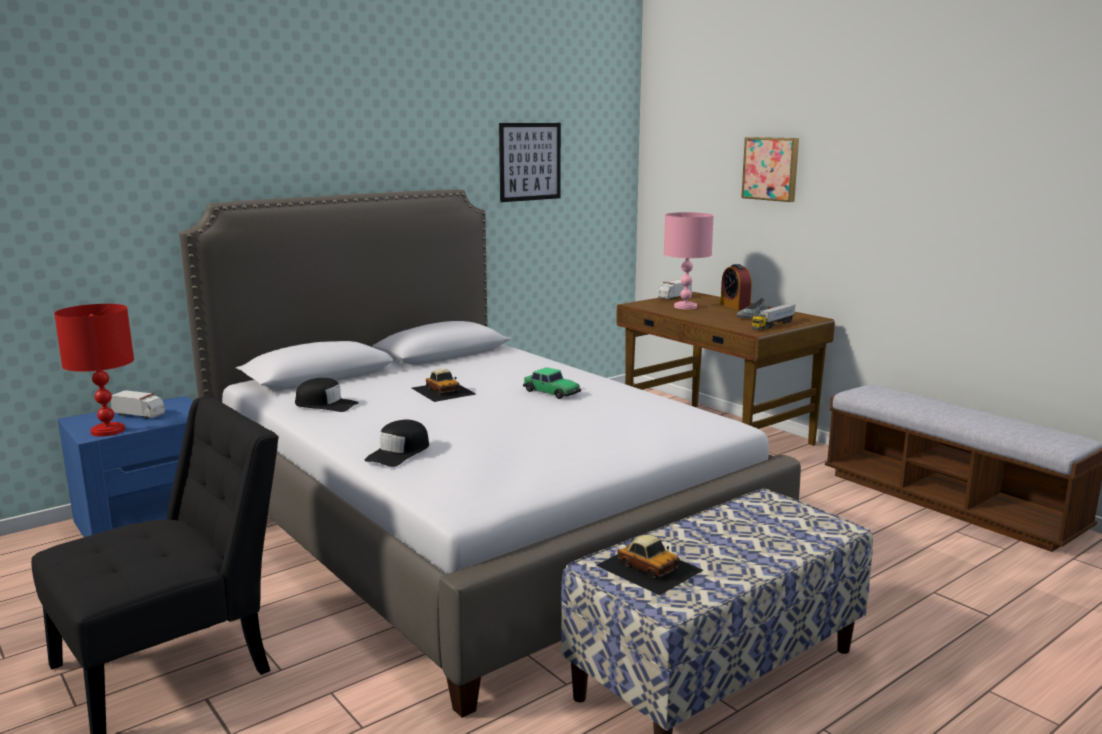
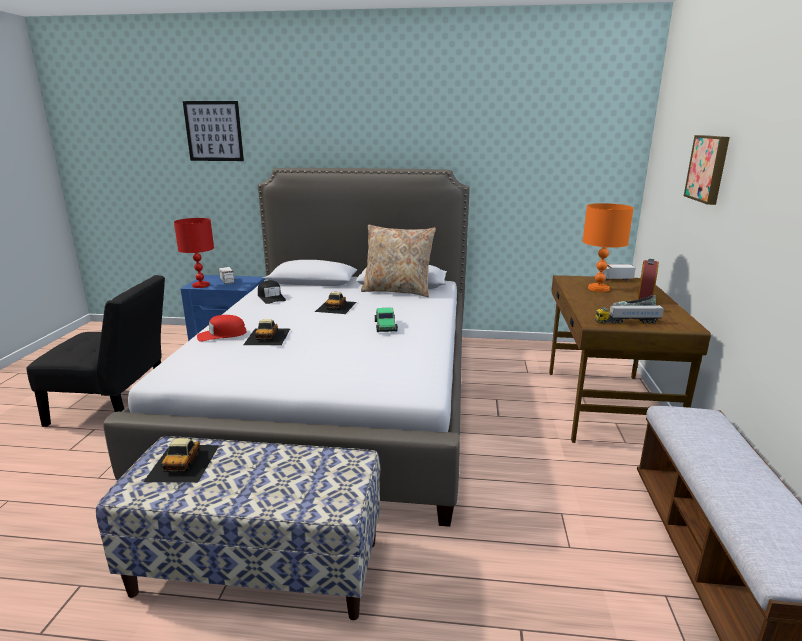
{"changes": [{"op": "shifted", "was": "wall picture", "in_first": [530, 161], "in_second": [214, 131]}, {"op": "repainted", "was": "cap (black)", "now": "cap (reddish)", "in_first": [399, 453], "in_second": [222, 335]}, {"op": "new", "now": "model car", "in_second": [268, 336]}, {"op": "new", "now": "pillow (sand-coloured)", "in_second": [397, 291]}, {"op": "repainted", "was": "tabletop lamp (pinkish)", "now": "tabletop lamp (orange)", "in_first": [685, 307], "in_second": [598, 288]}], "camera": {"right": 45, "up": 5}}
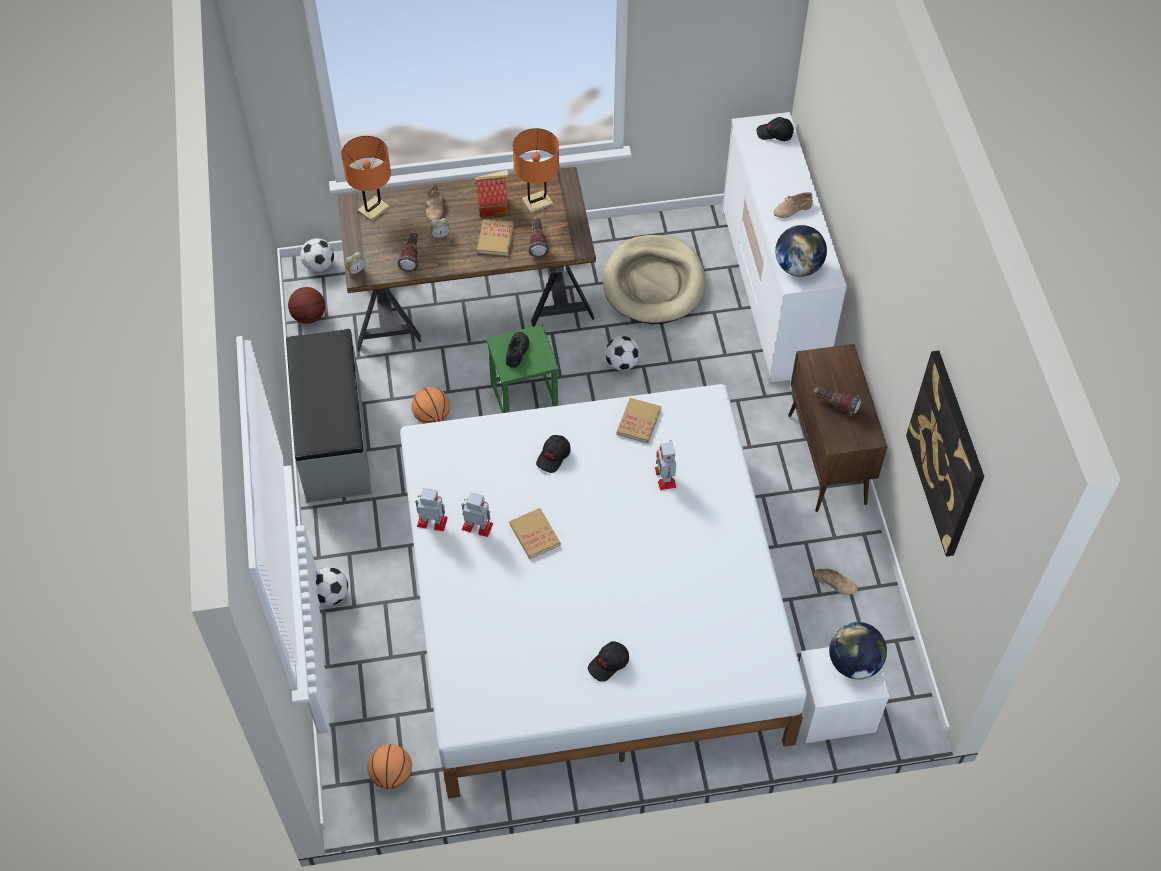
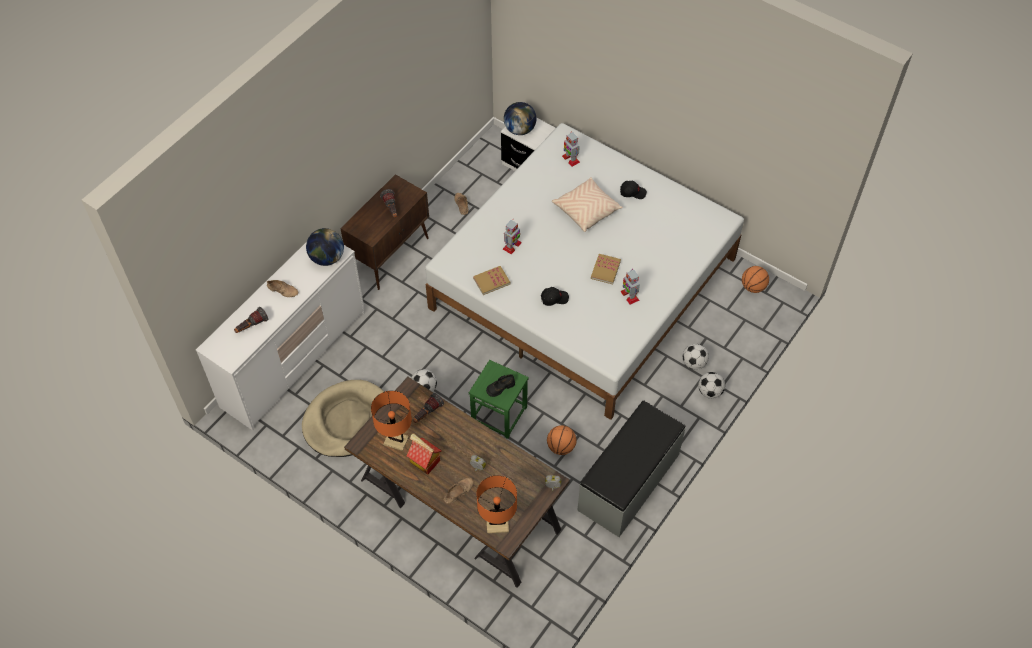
{"changes": [{"op": "shifted", "was": "torch", "in_first": [411, 256], "in_second": [251, 326]}, {"op": "new", "now": "pillow (sand-coloured)", "in_second": [586, 210]}, {"op": "shifted", "was": "toy robot", "in_first": [432, 521], "in_second": [570, 159]}, {"op": "shifted", "was": "ball for football", "in_first": [319, 265], "in_second": [694, 363]}, {"op": "gone", "was": "basketball ball", "in_first": [309, 316]}, {"op": "gone", "was": "bound book", "in_first": [495, 239]}, {"op": "gone", "was": "cap (black)", "in_first": [775, 134]}, {"op": "gone", "was": "wall picture", "in_first": [947, 454]}], "camera": {"right": -135, "up": 0}}
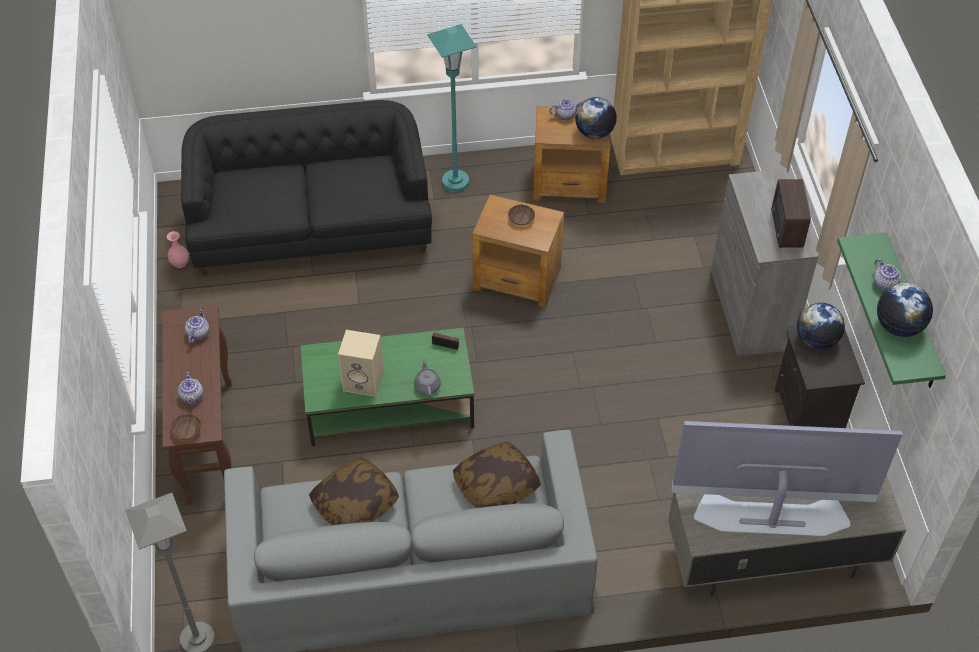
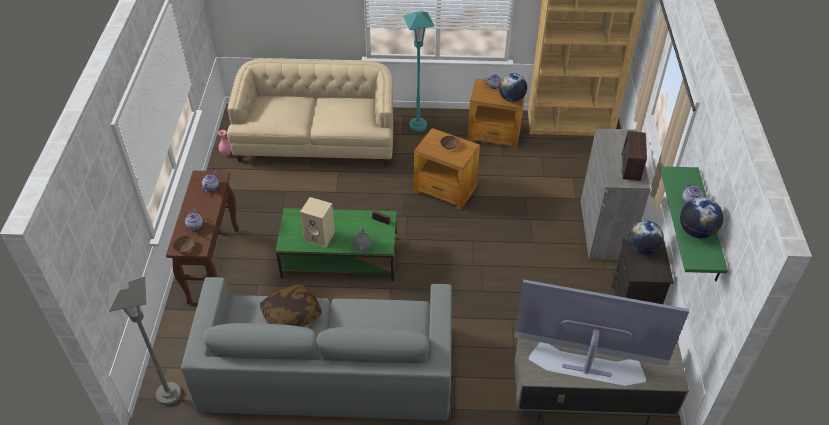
{"changes": [{"op": "repainted", "was": "couch (black)", "now": "couch (sand-coloured)", "in_first": [311, 225], "in_second": [317, 140]}, {"op": "gone", "was": "pillow", "in_first": [496, 485]}], "camera": {"right": 10, "up": -5}}
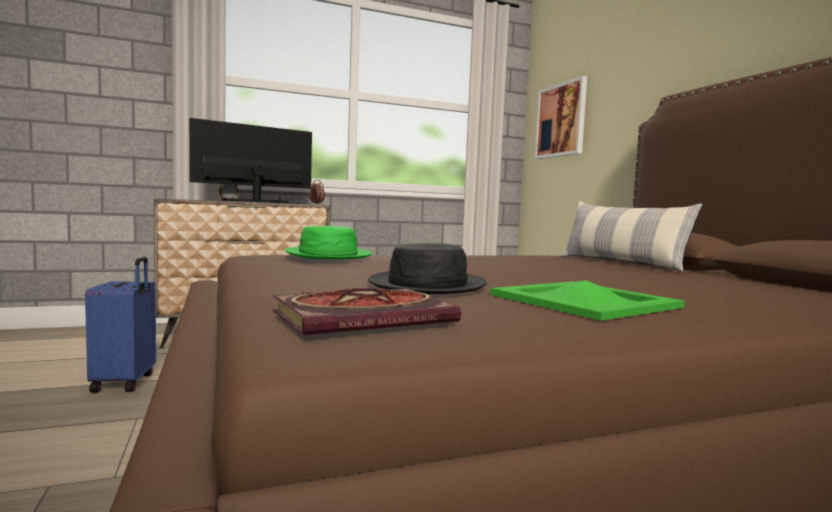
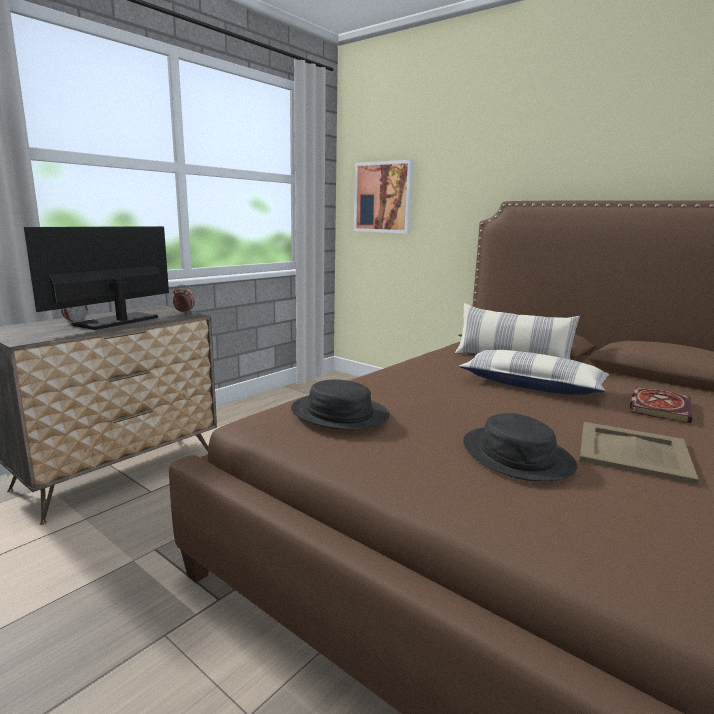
{"changes": [{"op": "repainted", "was": "hat (green)", "now": "hat (black)", "in_first": [327, 255], "in_second": [339, 414]}, {"op": "new", "now": "pillow", "in_second": [531, 385]}, {"op": "repainted", "was": "carrying tray (green)", "now": "carrying tray (sand-coloured)", "in_first": [583, 300], "in_second": [632, 451]}, {"op": "shifted", "was": "bound book", "in_first": [366, 317], "in_second": [658, 407]}, {"op": "gone", "was": "piece of luggage (bluish)", "in_first": [125, 382]}], "camera": {"right": -30, "up": 10}}
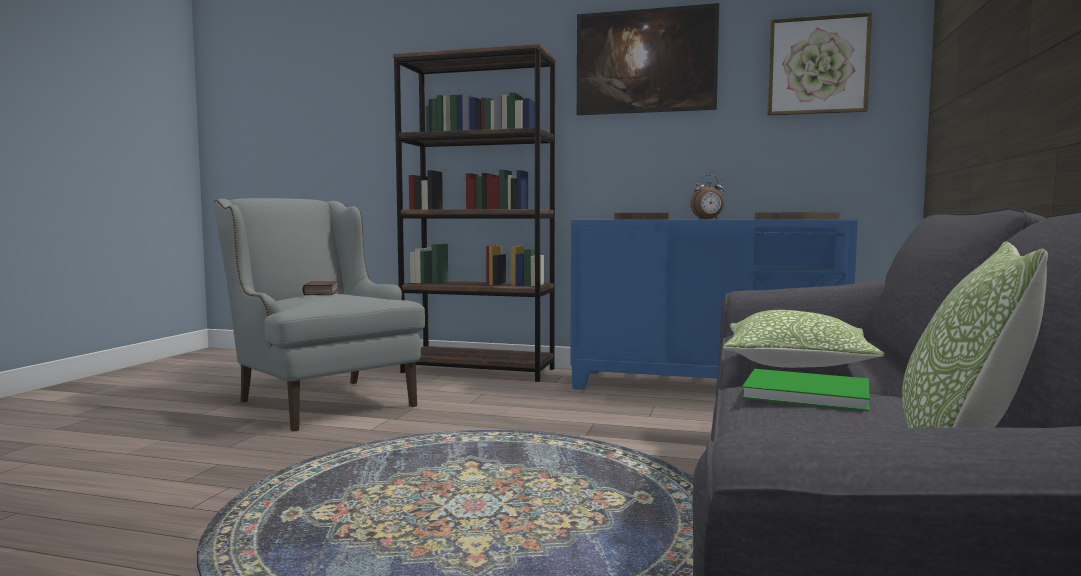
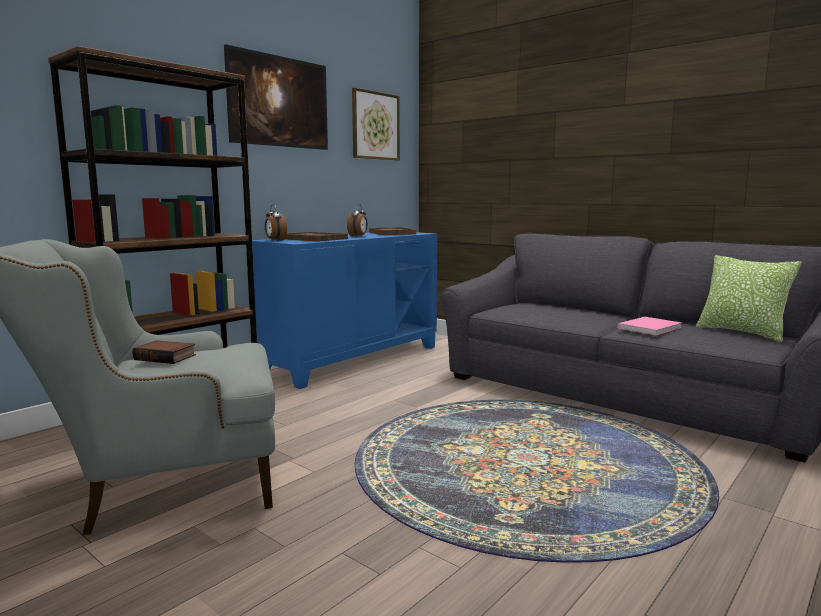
{"changes": [{"op": "new", "now": "table clock", "in_second": [275, 241]}, {"op": "repainted", "was": "bound book (green)", "now": "bound book (pinkish)", "in_first": [802, 392], "in_second": [647, 328]}, {"op": "gone", "was": "pillow", "in_first": [796, 364]}], "camera": {"right": -65, "up": 5}}
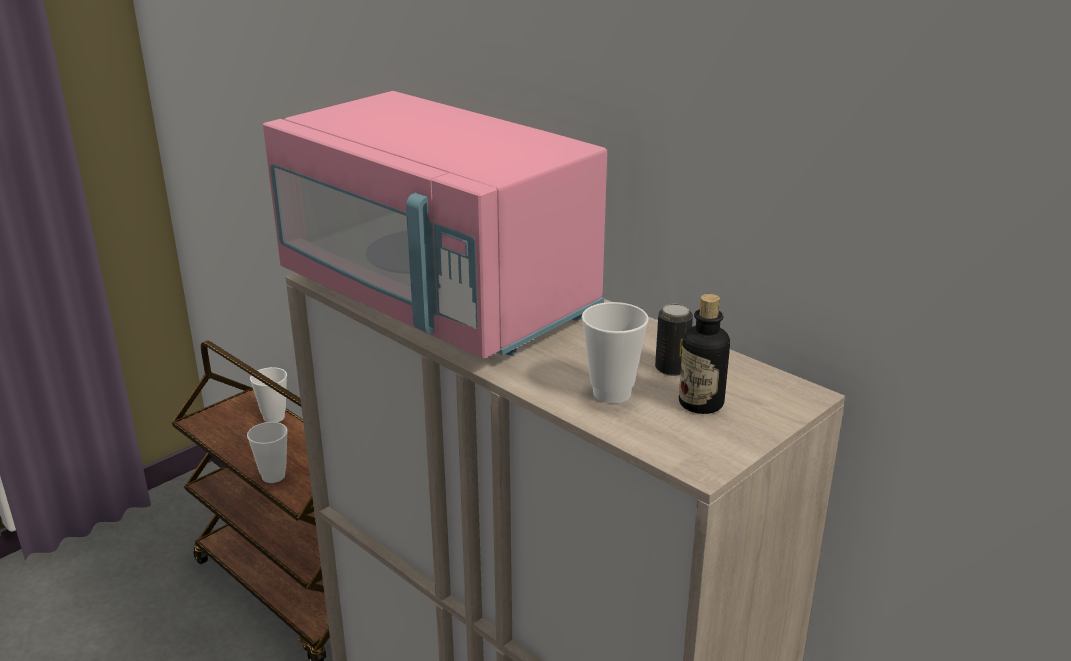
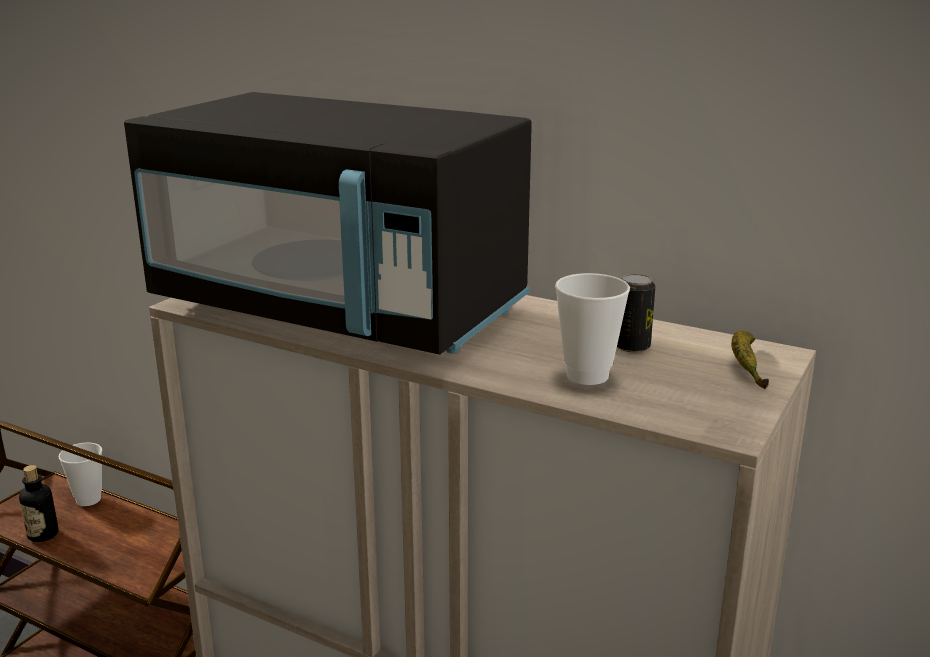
{"changes": [{"op": "shifted", "was": "beverage bottle", "in_first": [701, 403], "in_second": [43, 534]}, {"op": "repainted", "was": "microwave (pinkish)", "now": "microwave (black)", "in_first": [437, 300], "in_second": [340, 311]}, {"op": "new", "now": "whole banana", "in_second": [746, 367]}, {"op": "gone", "was": "small cup", "in_first": [273, 476]}], "camera": {"right": -15, "up": -5}}
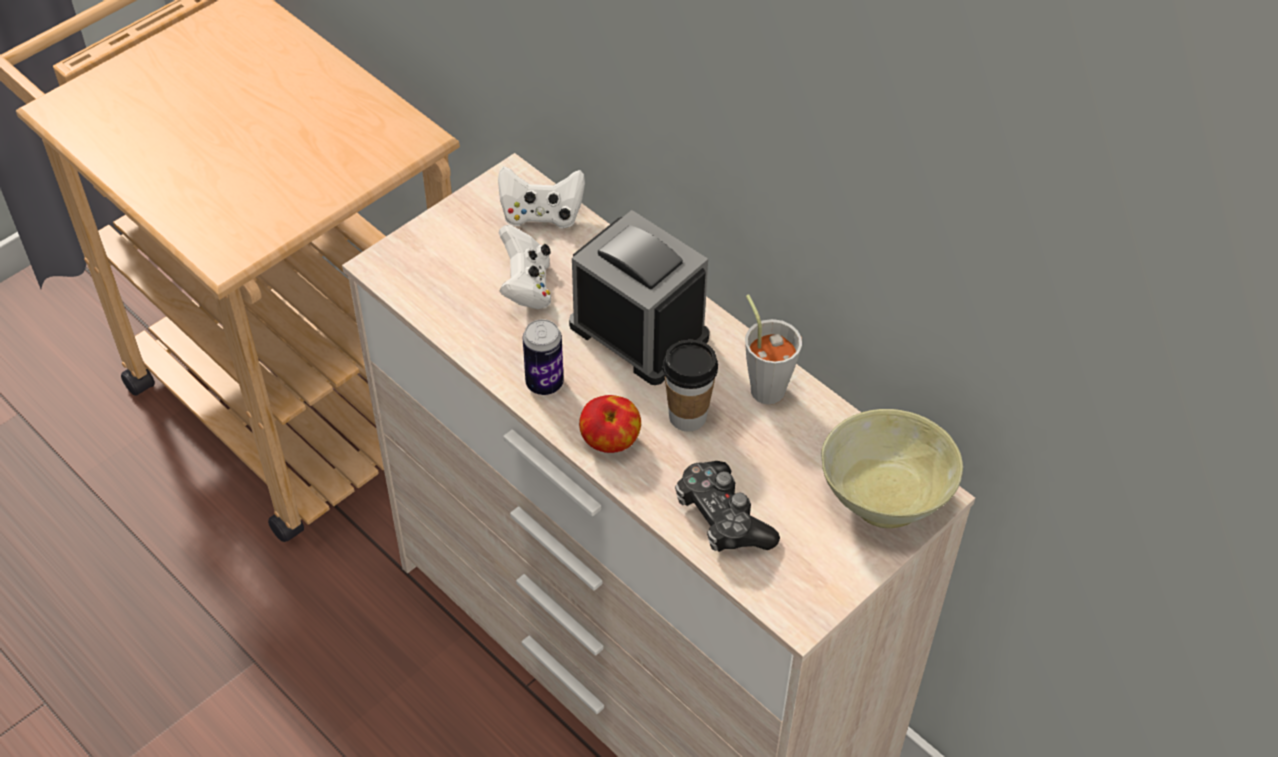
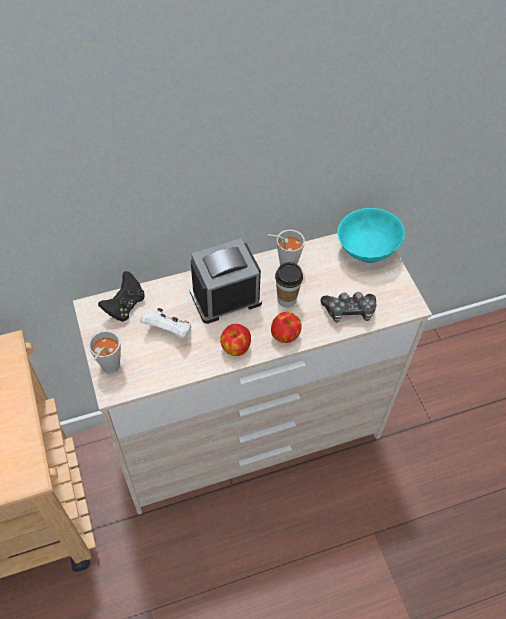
{"changes": [{"op": "new", "now": "small cup (grey)", "in_second": [108, 369]}, {"op": "repainted", "was": "joypad (white)", "now": "joypad (black)", "in_first": [541, 215], "in_second": [125, 306]}, {"op": "swapped", "was": "sealed can", "now": "apple", "in_first": [544, 383], "in_second": [235, 348]}, {"op": "repainted", "was": "deep dish (sand-coloured)", "now": "deep dish (turquoise)", "in_first": [885, 497], "in_second": [366, 250]}], "camera": {"right": -65, "up": 5}}
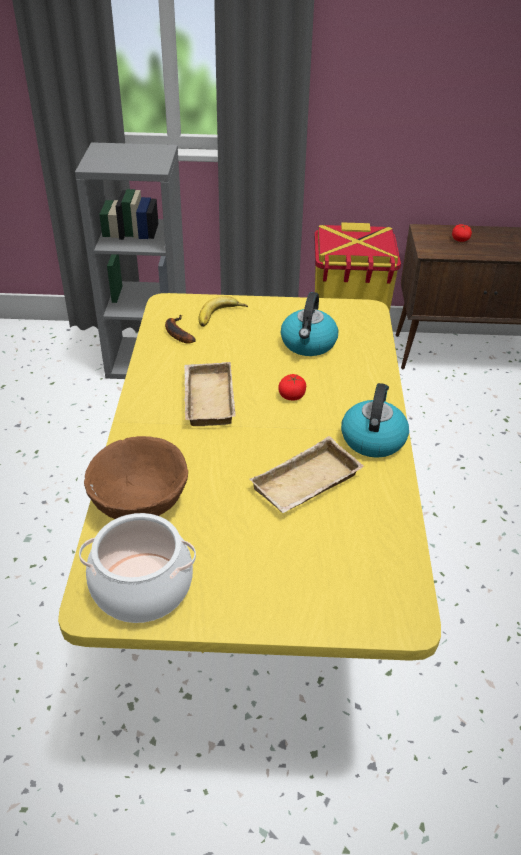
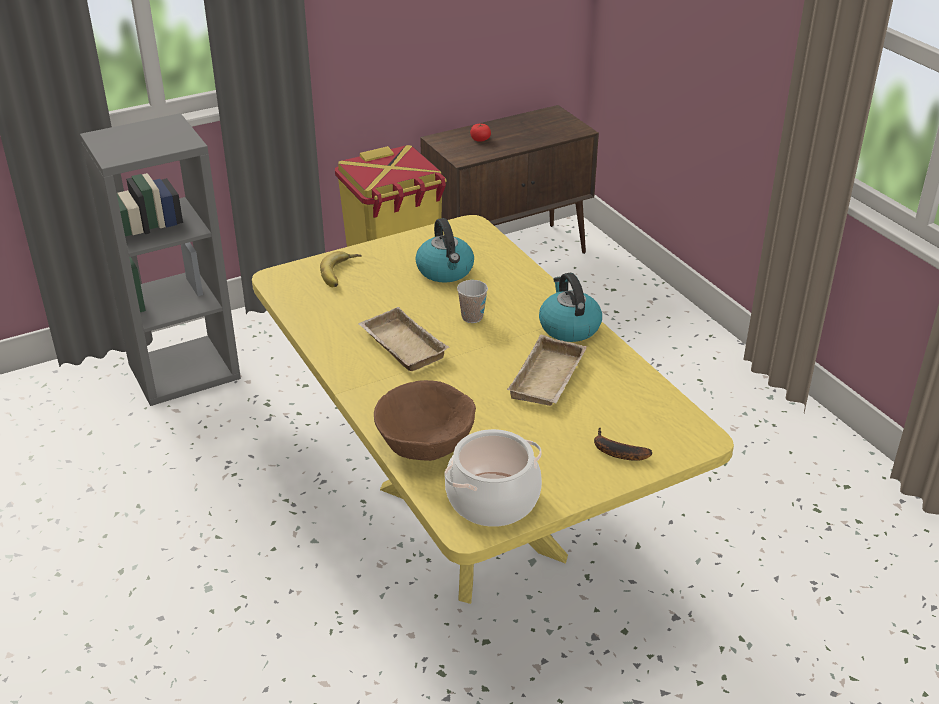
{"changes": [{"op": "swapped", "was": "fresh tomato", "now": "small cup", "in_first": [292, 395], "in_second": [472, 317]}, {"op": "shifted", "was": "whole banana", "in_first": [177, 333], "in_second": [615, 452]}], "camera": {"right": -30, "up": -5}}
